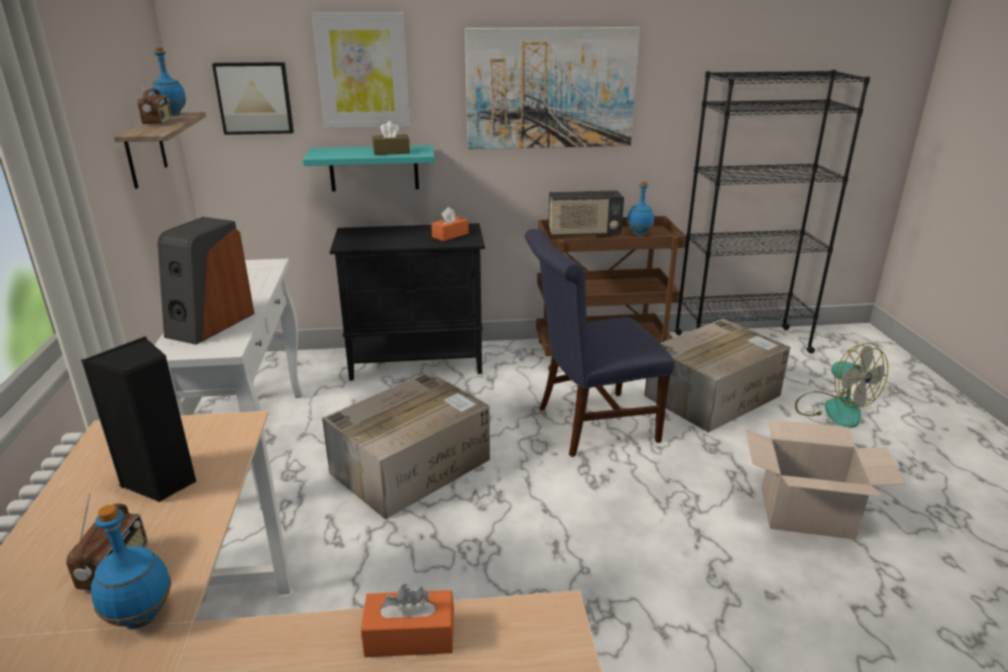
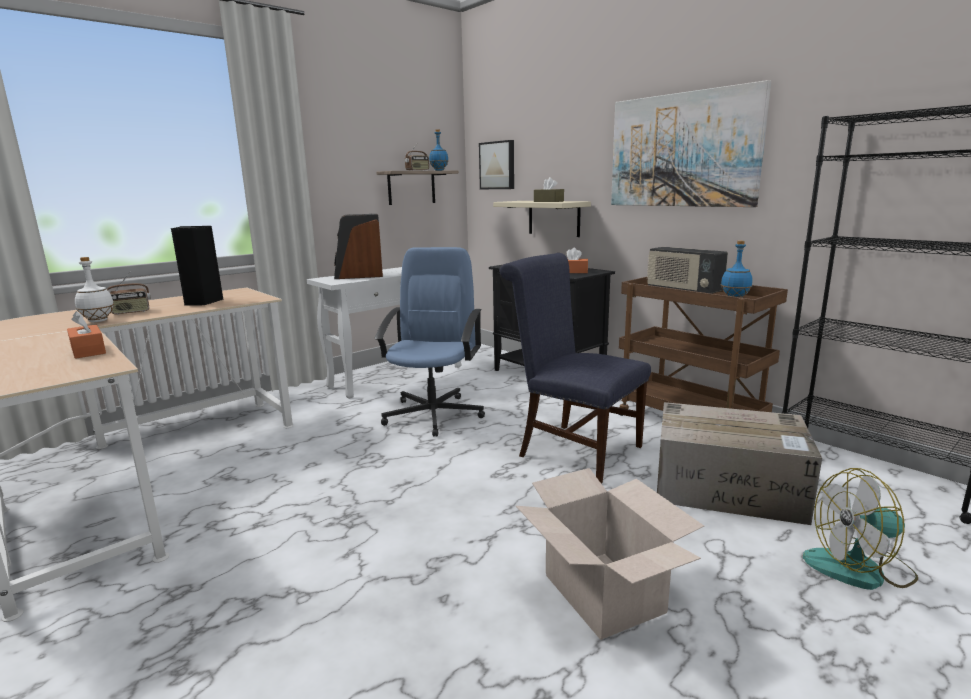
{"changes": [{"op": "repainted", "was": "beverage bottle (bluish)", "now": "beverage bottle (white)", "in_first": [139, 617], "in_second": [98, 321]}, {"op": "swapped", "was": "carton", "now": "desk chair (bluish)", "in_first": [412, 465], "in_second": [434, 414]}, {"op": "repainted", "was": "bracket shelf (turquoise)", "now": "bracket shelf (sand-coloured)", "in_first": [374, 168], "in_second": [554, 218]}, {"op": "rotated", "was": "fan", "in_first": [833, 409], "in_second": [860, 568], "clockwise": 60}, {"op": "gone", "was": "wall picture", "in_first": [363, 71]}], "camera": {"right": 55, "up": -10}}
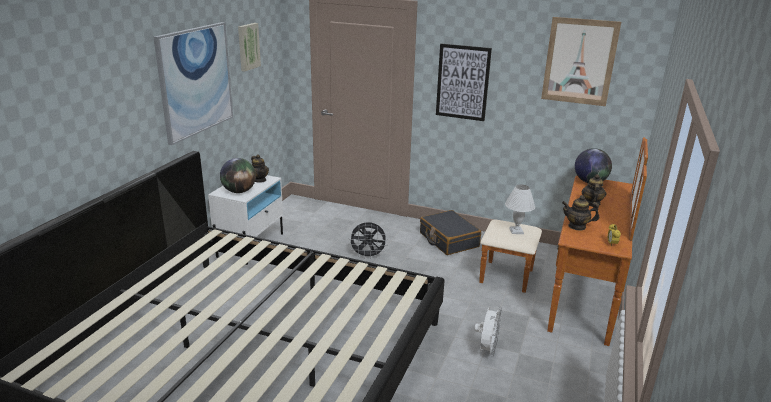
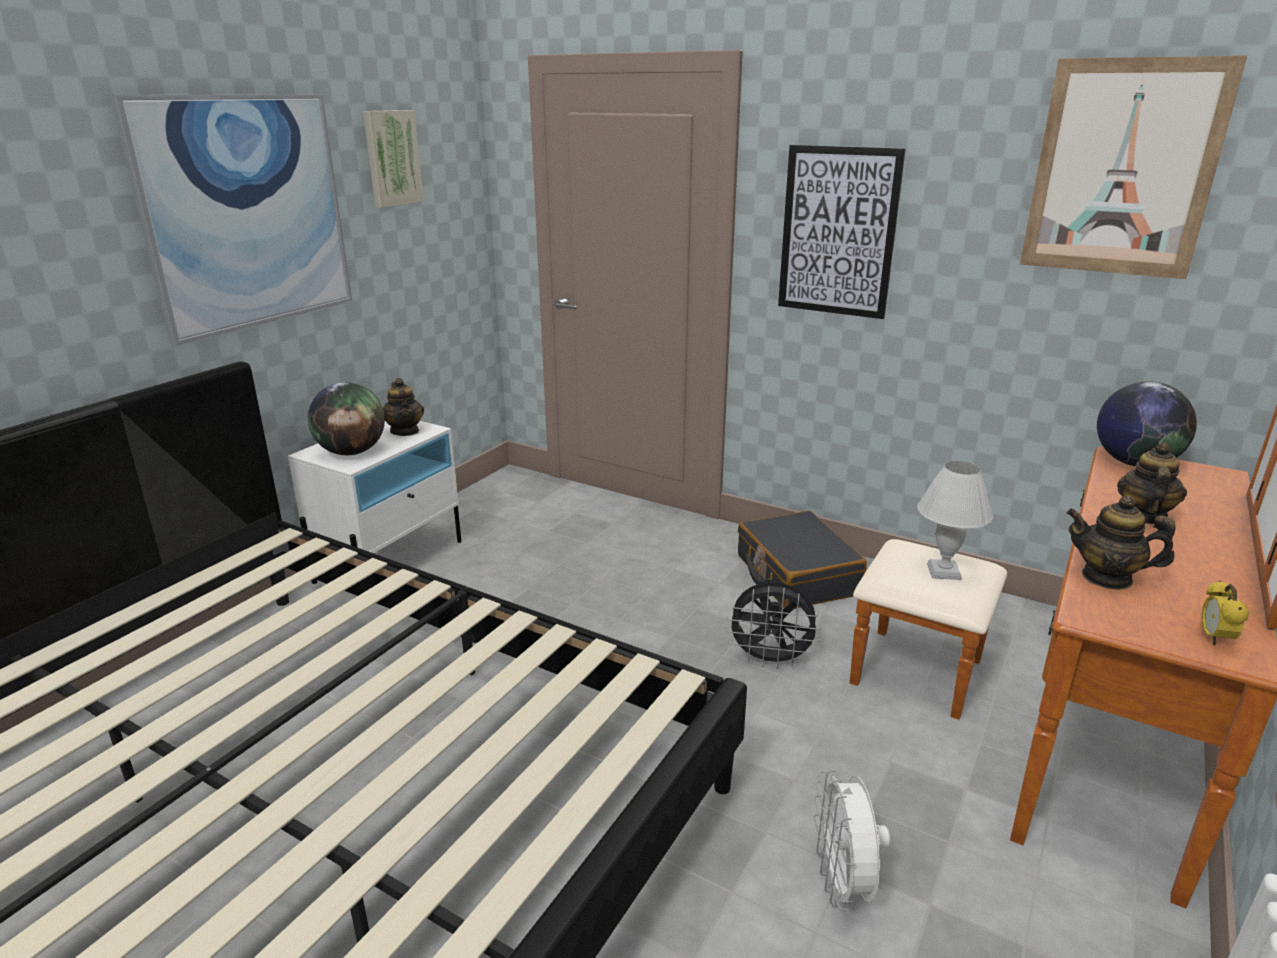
{"changes": [{"op": "shifted", "was": "fan (black)", "in_first": [368, 256], "in_second": [770, 660]}, {"op": "rotated", "was": "fan (white)", "in_first": [487, 350], "in_second": [843, 884], "clockwise": 150}], "camera": {"right": 10, "up": 0}}
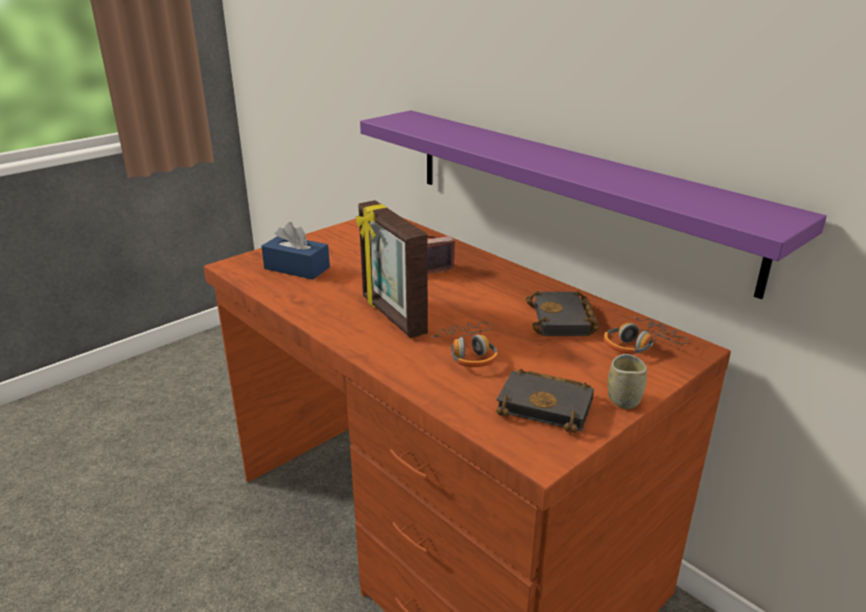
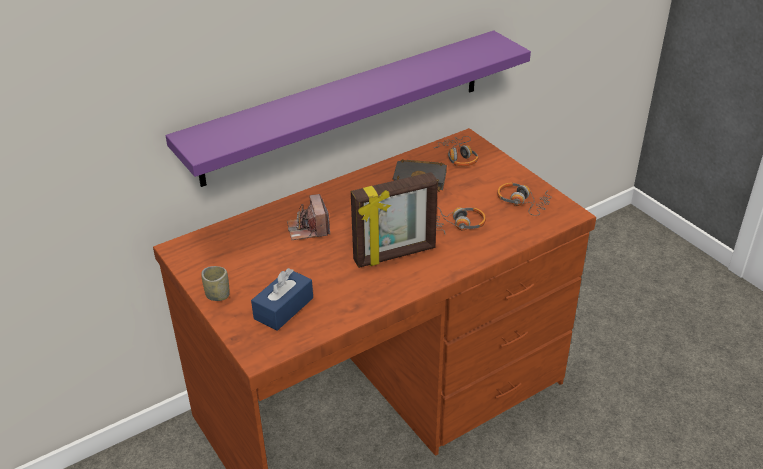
{"changes": [{"op": "shifted", "was": "small cup", "in_first": [623, 400], "in_second": [218, 295]}, {"op": "swapped", "was": "bound book (black)", "now": "headphones", "in_first": [548, 405], "in_second": [522, 202]}], "camera": {"right": -80, "up": 10}}
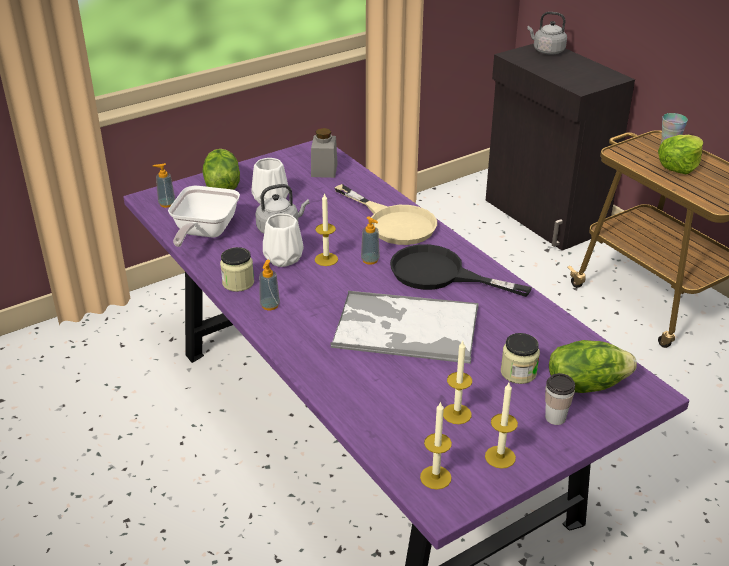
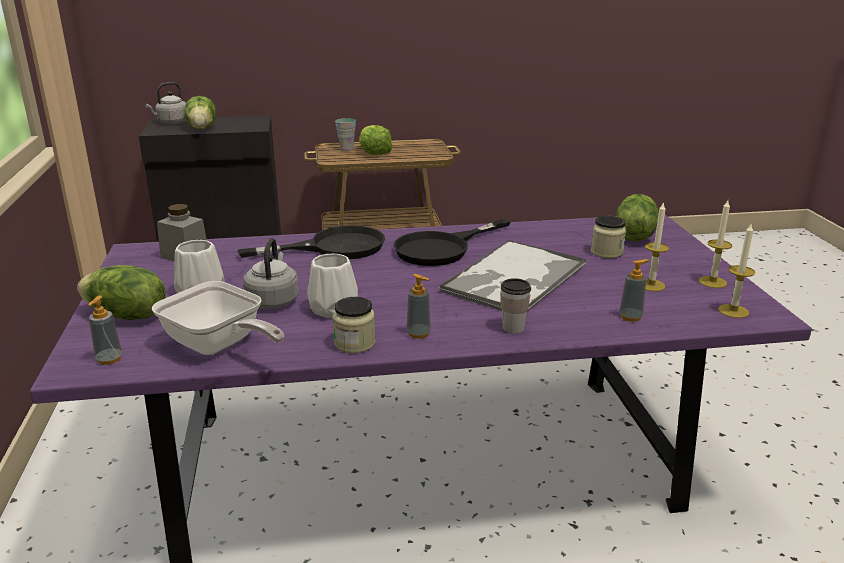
{"changes": [{"op": "new", "now": "lettuce head", "in_second": [203, 128]}, {"op": "repainted", "was": "skillet (sand-coloured)", "now": "skillet (black)", "in_first": [393, 222], "in_second": [333, 247]}, {"op": "shifted", "was": "small cup", "in_first": [555, 417], "in_second": [513, 328]}, {"op": "shifted", "was": "soap bottle", "in_first": [370, 260], "in_second": [630, 317]}, {"op": "gone", "was": "wax light", "in_first": [326, 259]}], "camera": {"right": -65, "up": -10}}
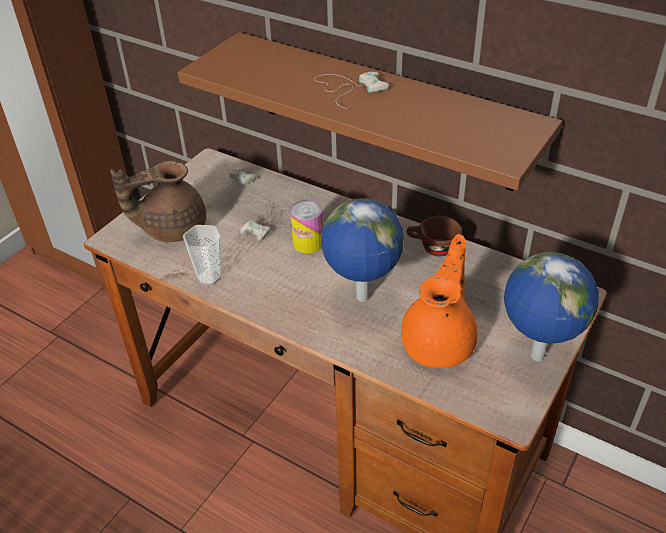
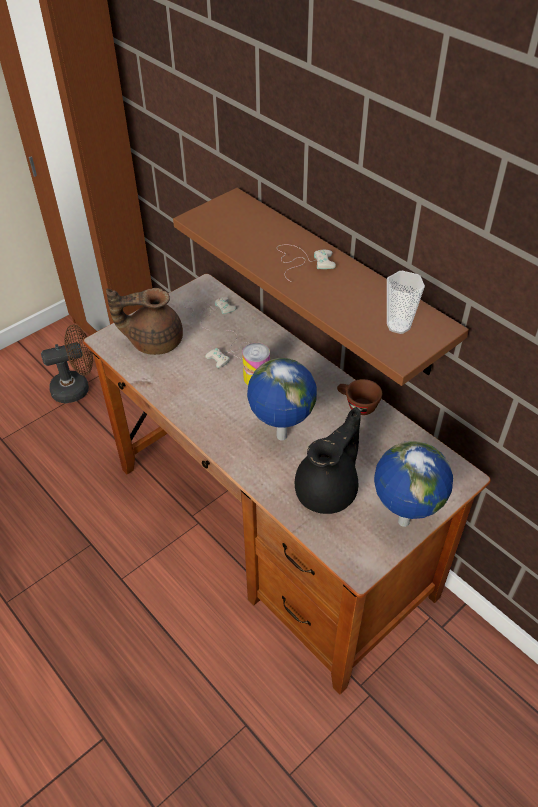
{"changes": [{"op": "new", "now": "fan (brown)", "in_second": [77, 388]}, {"op": "repainted", "was": "pot for tea (orange)", "now": "pot for tea (black)", "in_first": [440, 342], "in_second": [328, 490]}, {"op": "shifted", "was": "small cup", "in_first": [209, 277], "in_second": [398, 326]}], "camera": {"right": 15, "up": 5}}
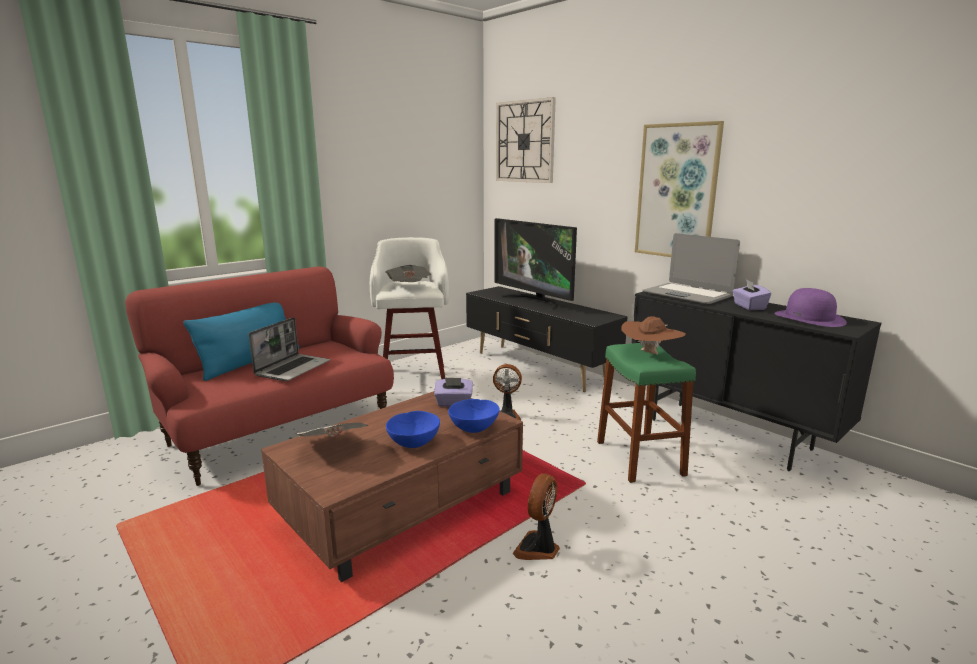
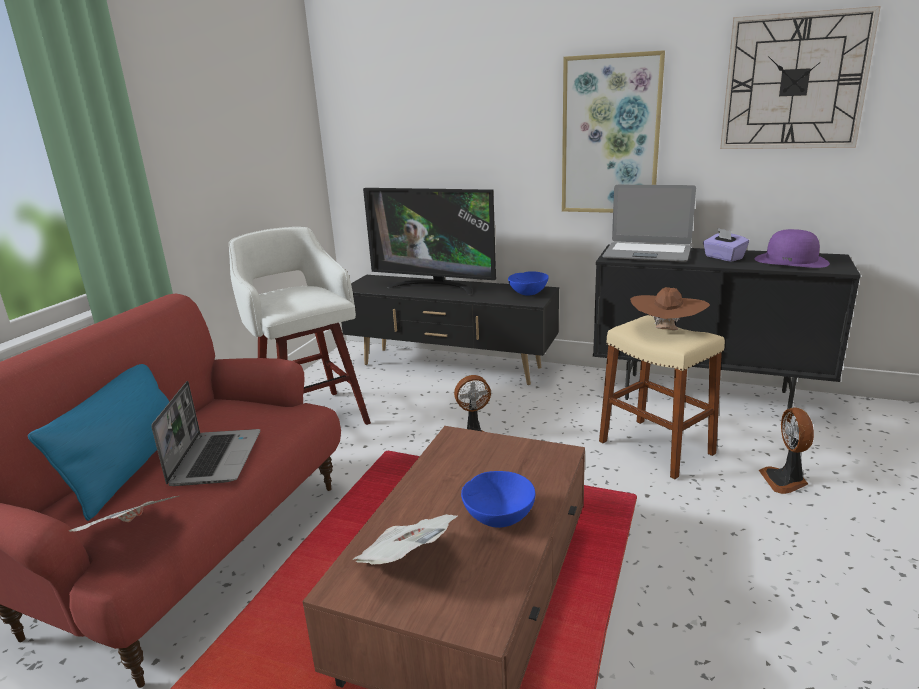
{"changes": [{"op": "shifted", "was": "newspaper", "in_first": [409, 286], "in_second": [134, 534]}, {"op": "shifted", "was": "deep dish (bluish)", "in_first": [474, 428], "in_second": [528, 293]}, {"op": "repainted", "was": "sitting stool (green)", "now": "sitting stool (sand-coloured)", "in_first": [639, 458], "in_second": [656, 447]}, {"op": "shifted", "was": "clock on the wall", "in_first": [524, 141], "in_second": [794, 82]}, {"op": "shifted", "was": "fan", "in_first": [538, 548], "in_second": [785, 480]}, {"op": "gone", "was": "tissue box (purplish)", "in_first": [453, 403]}], "camera": {"right": -25, "up": 5}}
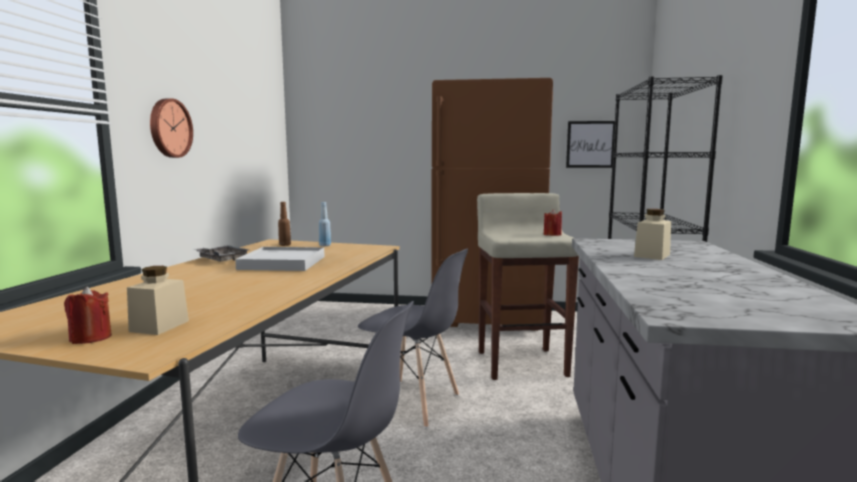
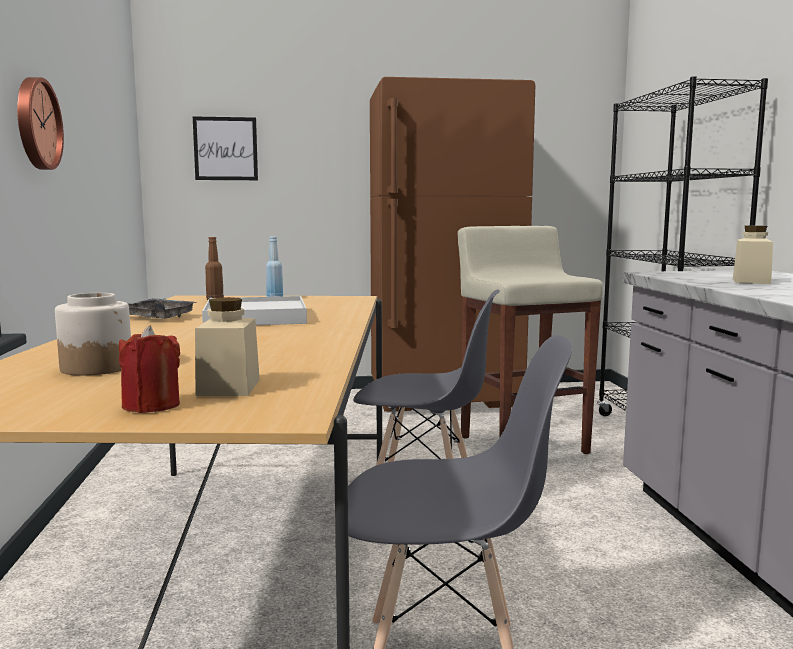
{"changes": [{"op": "new", "now": "jar", "in_second": [97, 367]}, {"op": "shifted", "was": "wall picture", "in_first": [590, 144], "in_second": [225, 148]}, {"op": "gone", "was": "wax light (reddish)", "in_first": [552, 235]}], "camera": {"right": -15, "up": 0}}
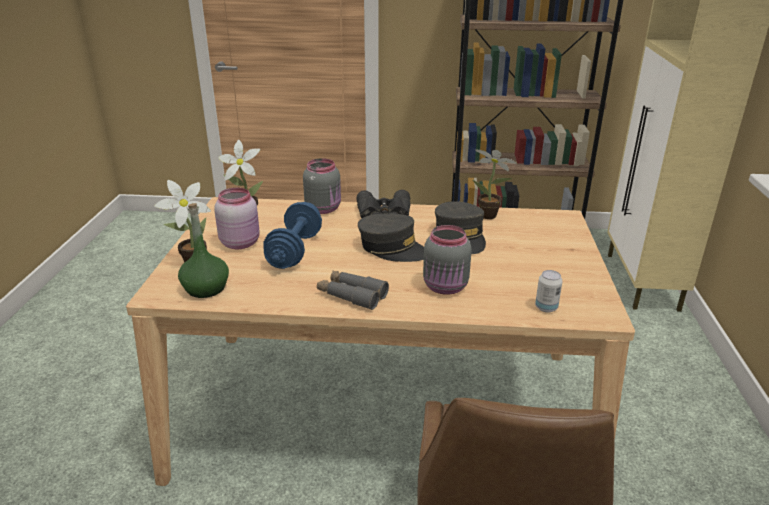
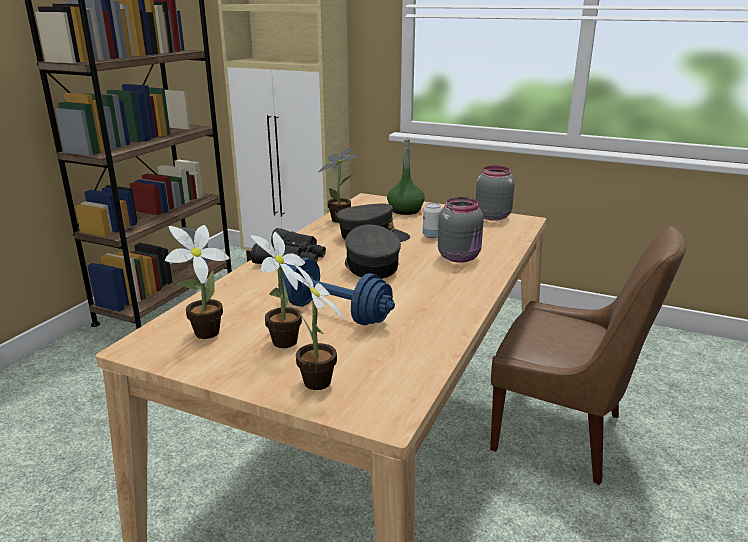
{"changes": [{"op": "swapped", "was": "jar (pinkish)", "now": "houseplant", "in_first": [241, 243], "in_second": [282, 344]}, {"op": "rotated", "was": "cap (grey)", "in_first": [392, 248], "in_second": [371, 265], "clockwise": -60}, {"op": "shifted", "was": "beverage bottle (green)", "in_first": [205, 288], "in_second": [405, 210]}, {"op": "shifted", "was": "sealed can", "in_first": [546, 308], "in_second": [431, 236]}, {"op": "shifted", "was": "jar (grey)", "in_first": [324, 208], "in_second": [492, 216]}, {"op": "gone", "was": "field glasses (grey)", "in_first": [352, 295]}], "camera": {"right": -70, "up": -5}}
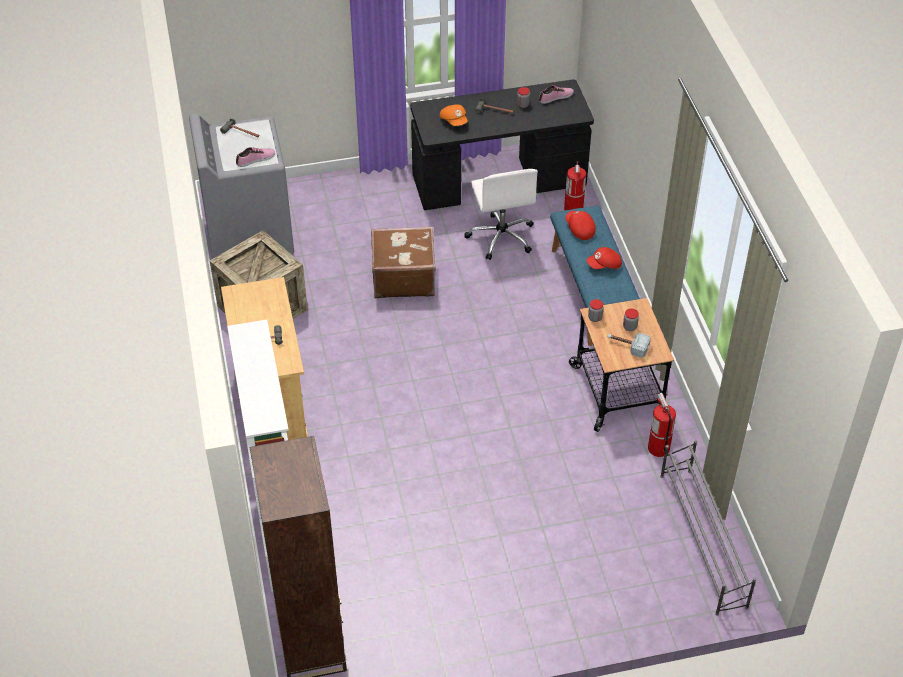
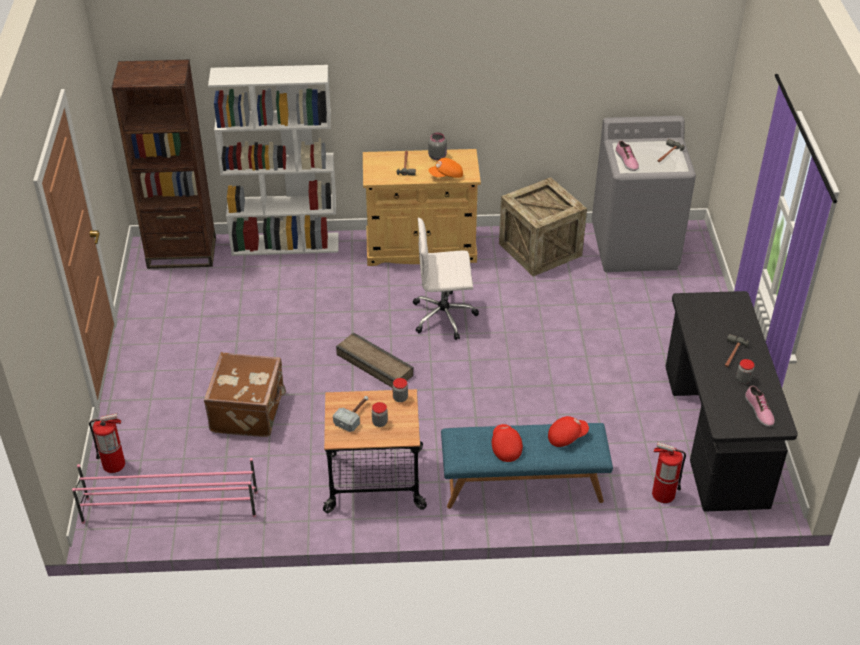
{"changes": [{"op": "repainted", "was": "shoe shelf (grey)", "now": "shoe shelf (pinkish)", "in_first": [702, 540], "in_second": [169, 507]}, {"op": "shifted", "was": "fire-fighting cylinder", "in_first": [658, 448], "in_second": [114, 464]}, {"op": "shifted", "was": "piece of luggage (brown)", "in_first": [403, 277], "in_second": [249, 411]}, {"op": "new", "now": "packing crate", "in_second": [374, 365]}, {"op": "shifted", "was": "desk chair (white)", "in_first": [501, 237], "in_second": [444, 316]}, {"op": "new", "now": "jar (grey)", "in_second": [437, 156]}, {"op": "shifted", "was": "cap (orange)", "in_first": [454, 121], "in_second": [446, 176]}], "camera": {"right": 100, "up": -5}}
